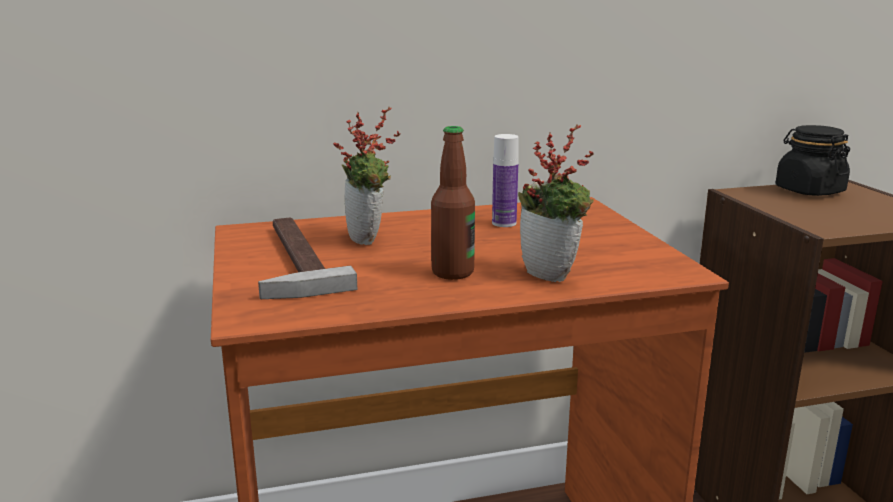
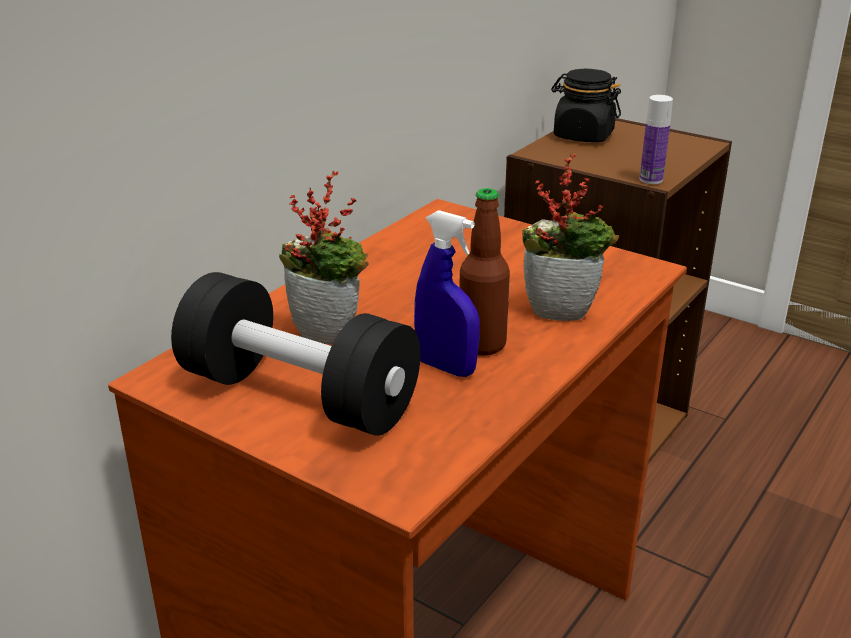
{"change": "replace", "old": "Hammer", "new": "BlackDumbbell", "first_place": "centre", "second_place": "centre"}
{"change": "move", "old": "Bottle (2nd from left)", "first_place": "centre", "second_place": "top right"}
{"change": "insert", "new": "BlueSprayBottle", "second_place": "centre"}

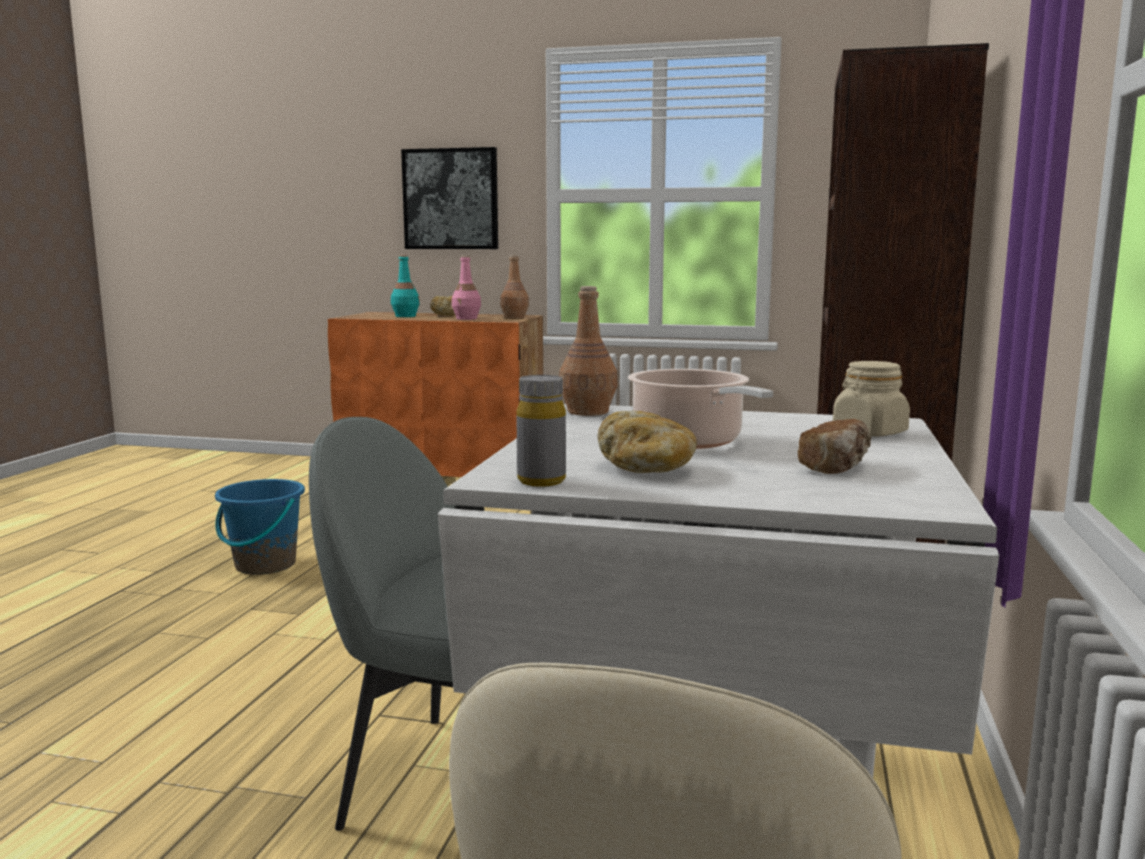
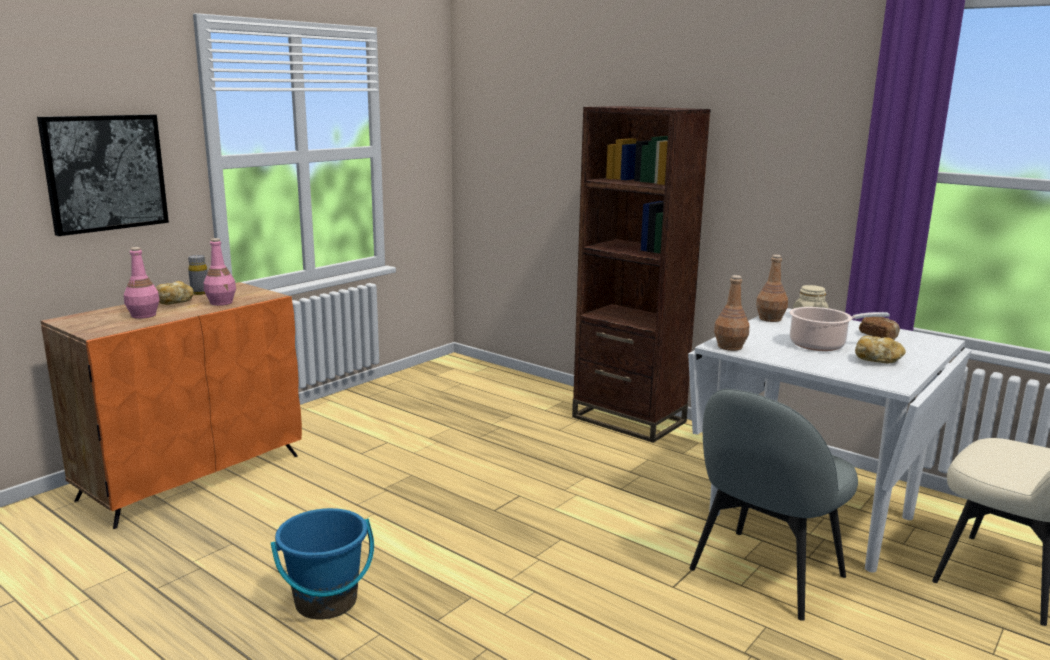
{"change": "recolor", "old": "TurquoiseBottle", "new": "PinkBottle (1st from left)", "first_place": "top centre", "second_place": "middle left"}
{"change": "move", "old": "BrownBottle (1st from left in the first image)", "new": "BrownBottle (2nd from left)", "first_place": "centre", "second_place": "middle right"}
{"change": "move", "old": "GreyBottle", "first_place": "centre", "second_place": "middle left"}

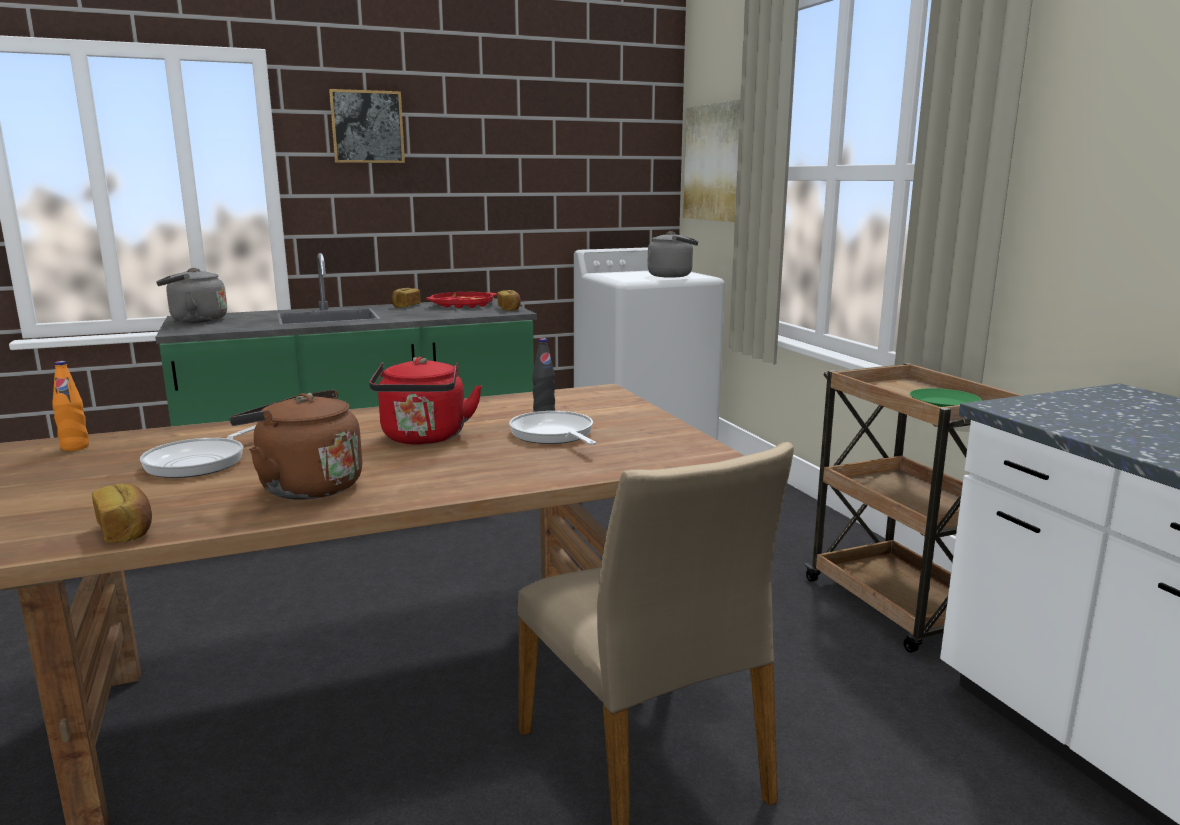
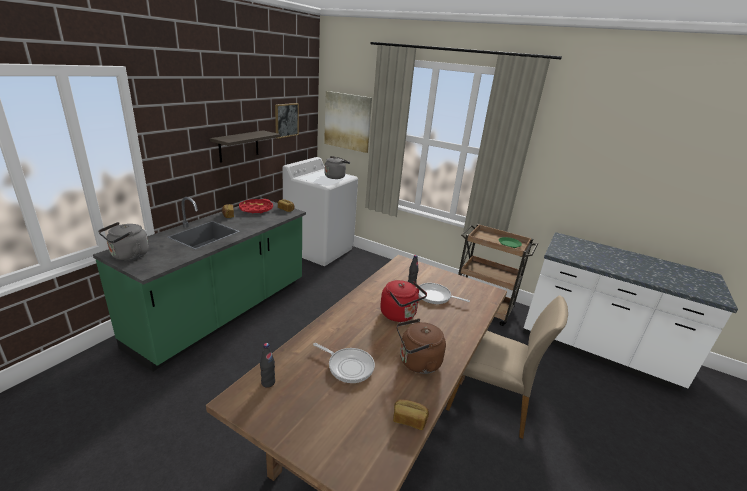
{"change": "recolor", "old": "OrangeBottle", "new": "BlackBottle (1st from left)", "first_place": "middle left", "second_place": "bottom centre"}
{"change": "rotate", "old": "FryingPan (1st from left)", "first_place": "middle left", "second_place": "bottom centre", "degrees": -45}
{"change": "move", "old": "Picture (1st from left)", "first_place": "top left", "second_place": "top centre"}
{"change": "insert", "new": "Shelf", "second_place": "top left"}

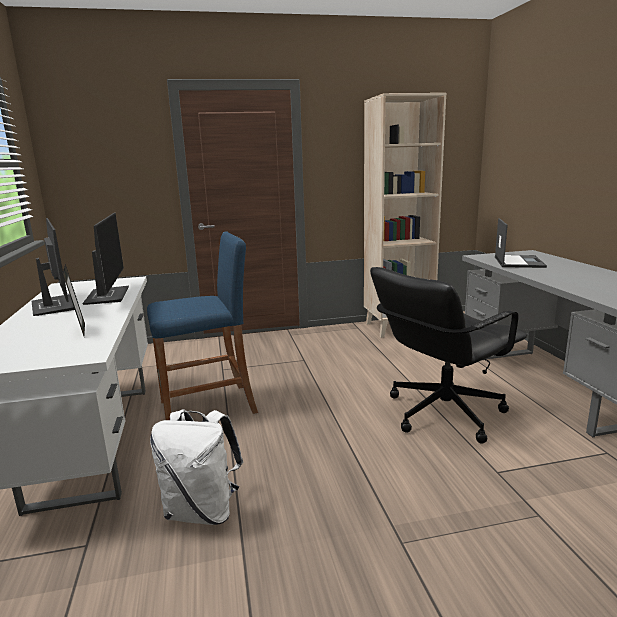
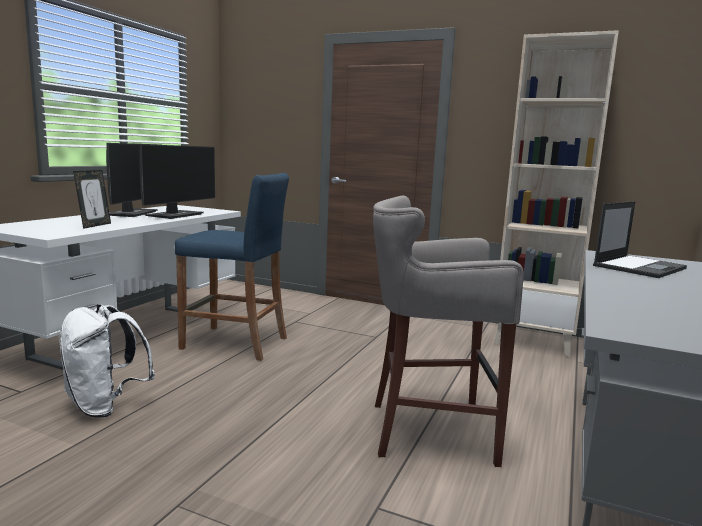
{"change": "replace", "old": "BlackOfficeChair", "new": "GreyStool", "first_place": "middle right", "second_place": "centre"}

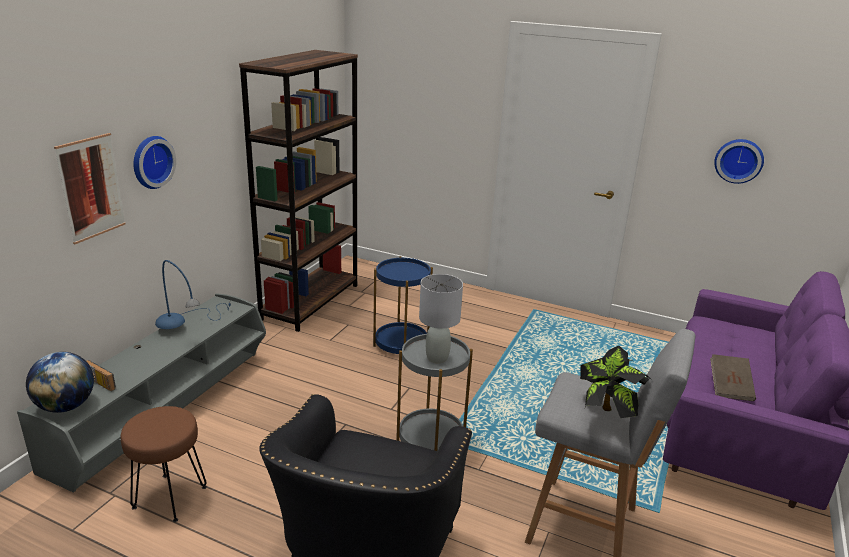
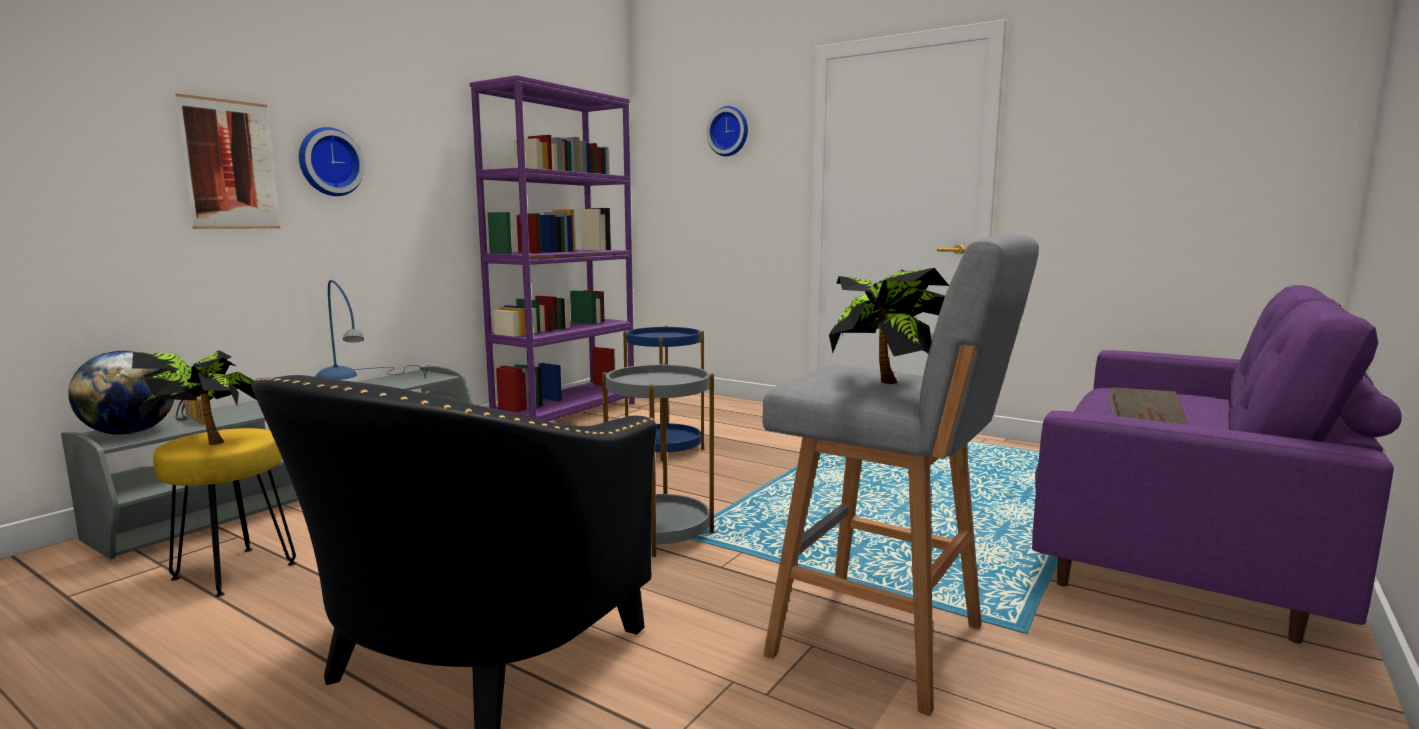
{"change": "recolor", "old": "BrownStool", "new": "YellowStool", "first_place": "bottom left", "second_place": "bottom left"}
{"change": "recolor", "old": "BrownBookcase", "new": "PurpleBookcase", "first_place": "centre", "second_place": "centre"}
{"change": "delete", "old": "GreyTableLamp", "first_place": "centre"}
{"change": "move", "old": "WallClock (2nd from left)", "first_place": "top right", "second_place": "top centre"}
{"change": "insert", "new": "PottedPlant (1st from left)", "second_place": "middle left"}

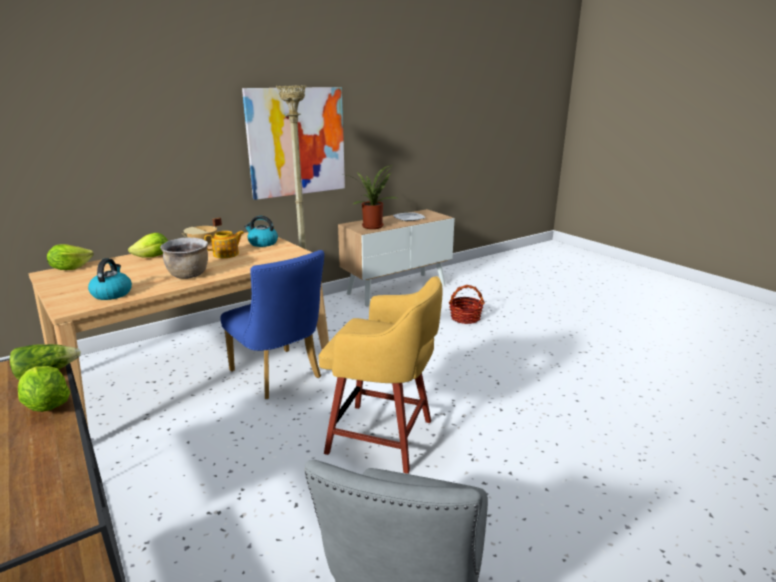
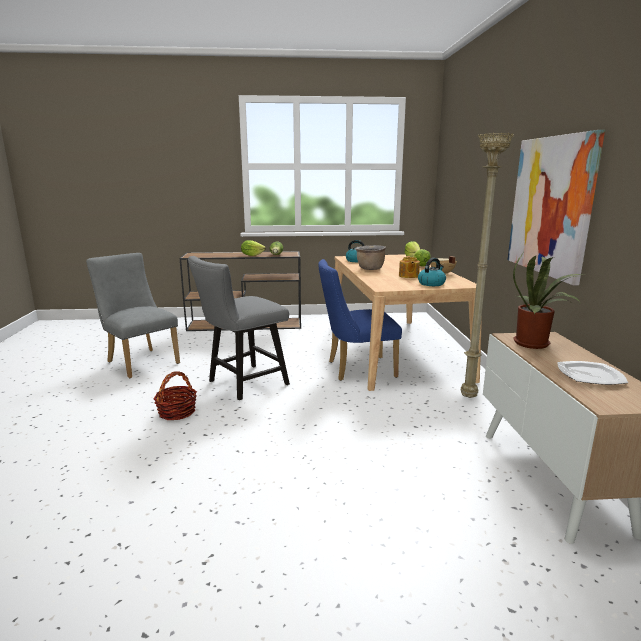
{"change": "replace", "old": "YellowStool", "new": "GreyChair (2nd from left)", "first_place": "centre", "second_place": "centre"}
{"change": "move", "old": "Basket", "first_place": "centre", "second_place": "middle left"}

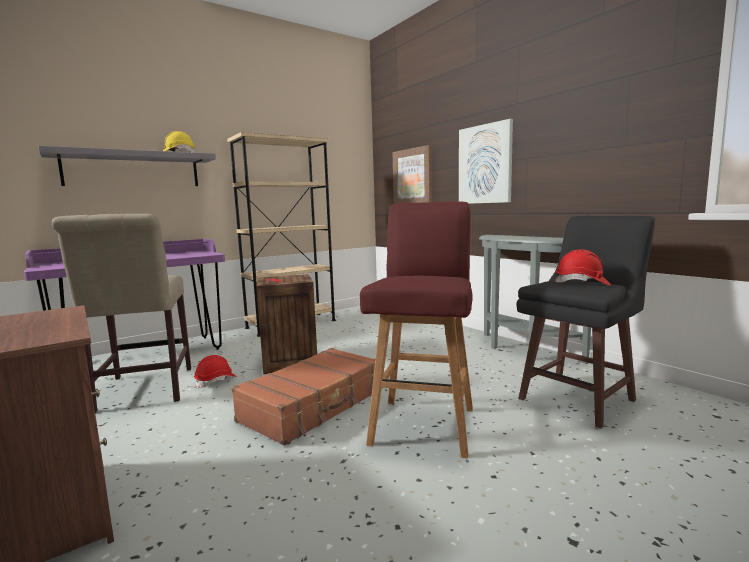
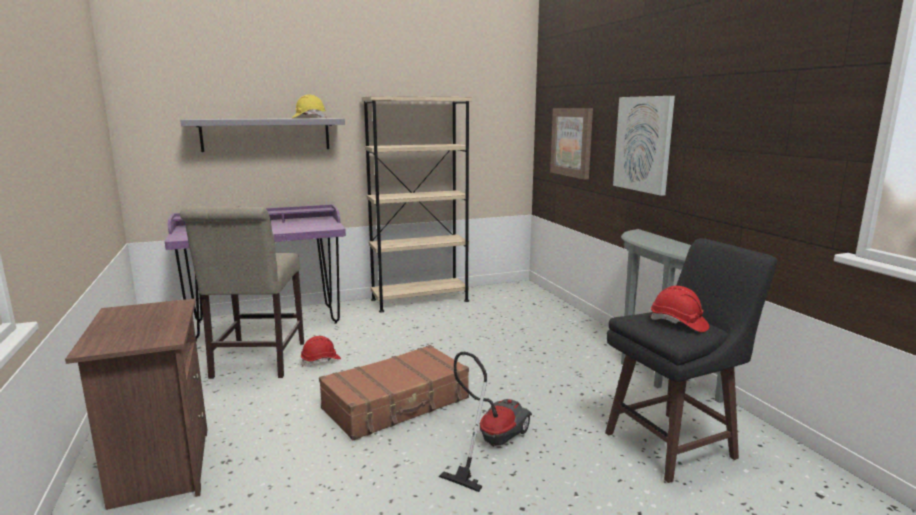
{"change": "delete", "old": "Crate", "first_place": "centre"}
{"change": "replace", "old": "RedStool", "new": "VacuumCleaner", "first_place": "centre", "second_place": "bottom centre"}

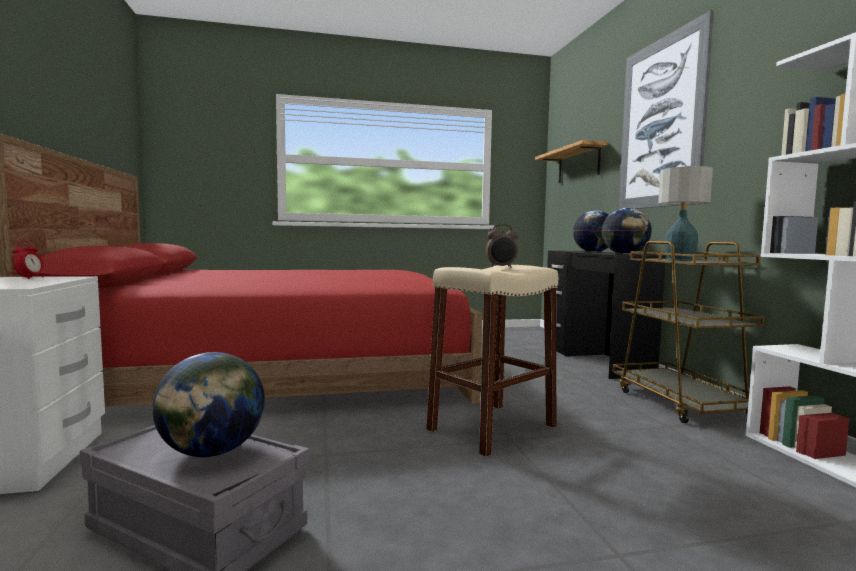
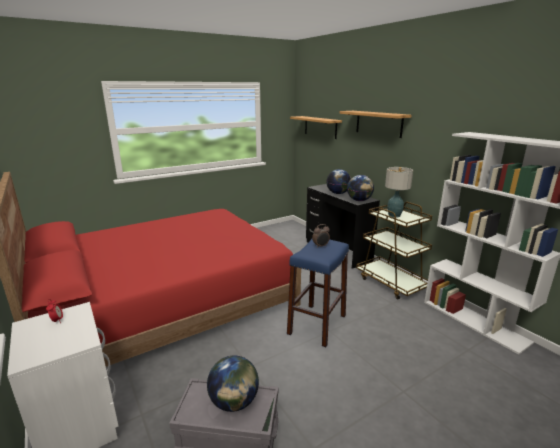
{"change": "recolor", "old": "BeigeStool", "new": "BlueStool", "first_place": "centre", "second_place": "centre"}
{"change": "replace", "old": "Picture", "new": "Shelf (2nd from left)", "first_place": "top right", "second_place": "top right"}

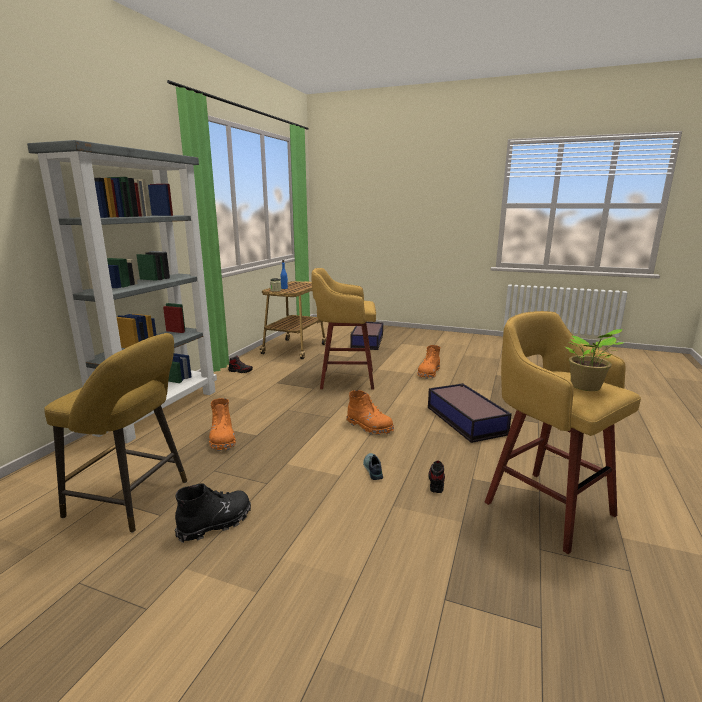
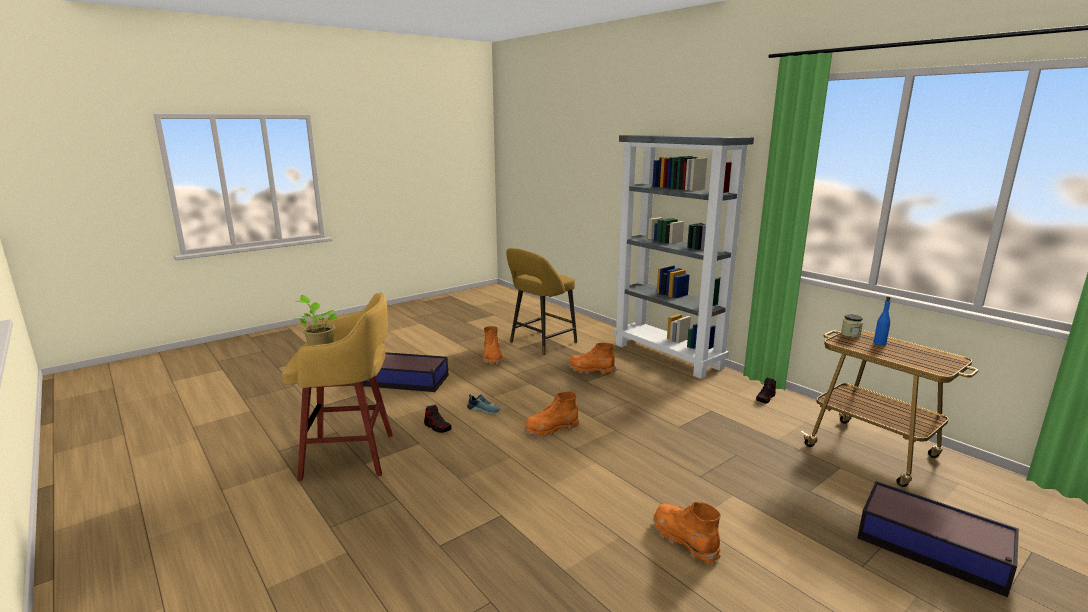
{"change": "recolor", "old": "BlackBoot", "new": "OrangeBoot (1st from left)", "first_place": "bottom left", "second_place": "centre"}
{"change": "delete", "old": "YellowStool (2nd from left)", "first_place": "centre"}
{"change": "move", "old": "StorageBox (2nd from left in the first image)", "new": "StorageBox (1st from left)", "first_place": "middle right", "second_place": "centre"}

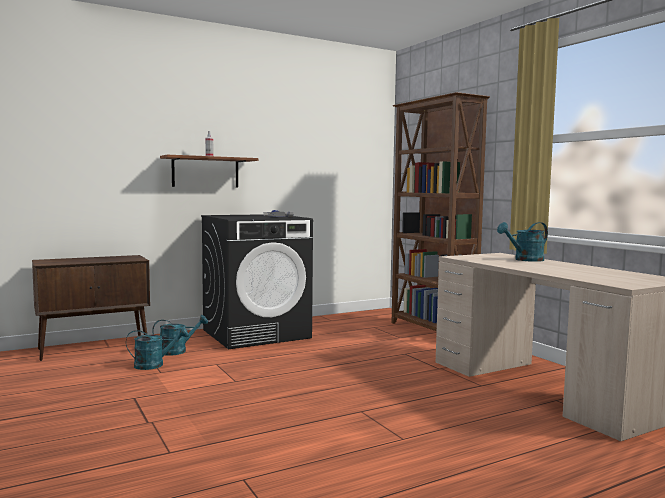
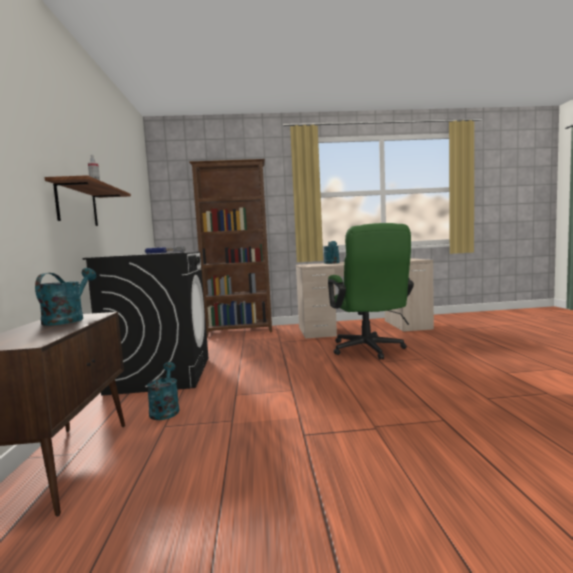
{"change": "move", "old": "TurquoiseWateringCan (1st from left)", "first_place": "bottom left", "second_place": "middle left"}
{"change": "insert", "new": "GreenOfficeChair", "second_place": "centre"}

